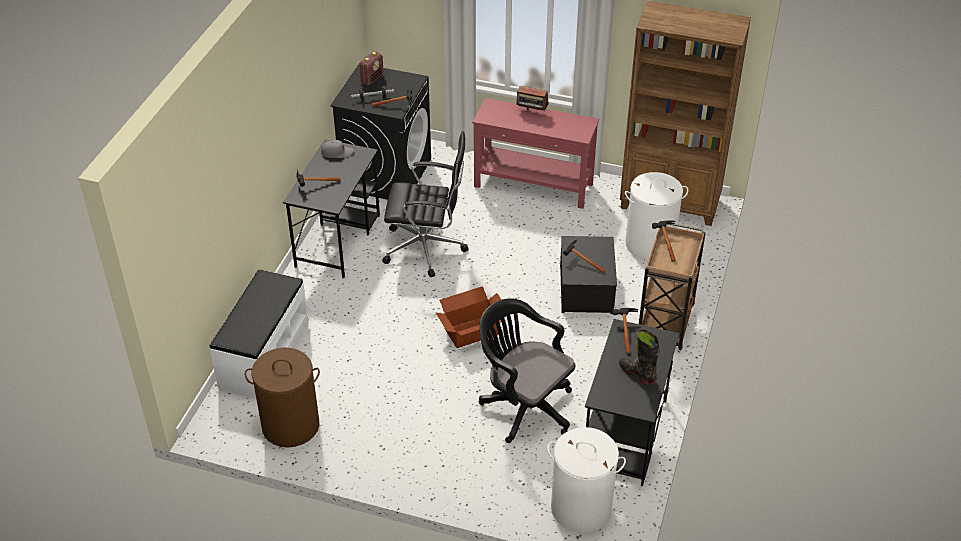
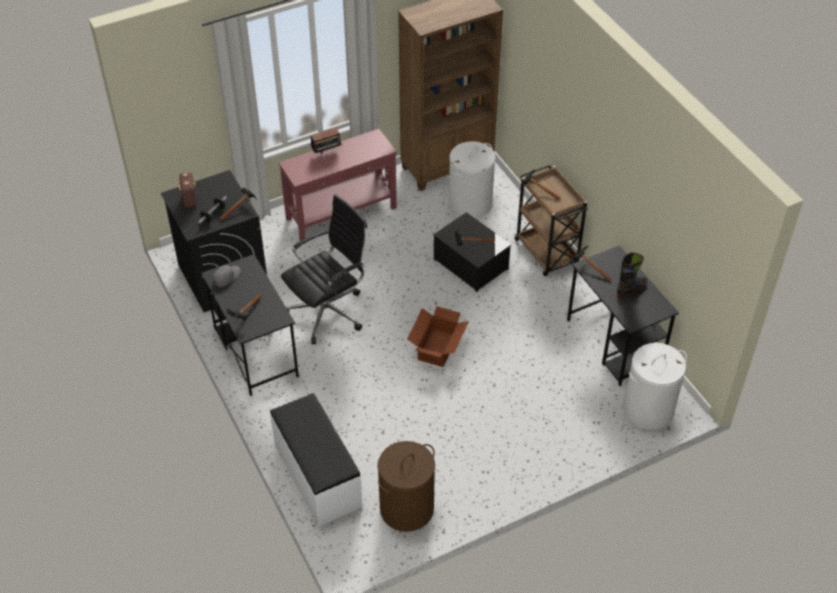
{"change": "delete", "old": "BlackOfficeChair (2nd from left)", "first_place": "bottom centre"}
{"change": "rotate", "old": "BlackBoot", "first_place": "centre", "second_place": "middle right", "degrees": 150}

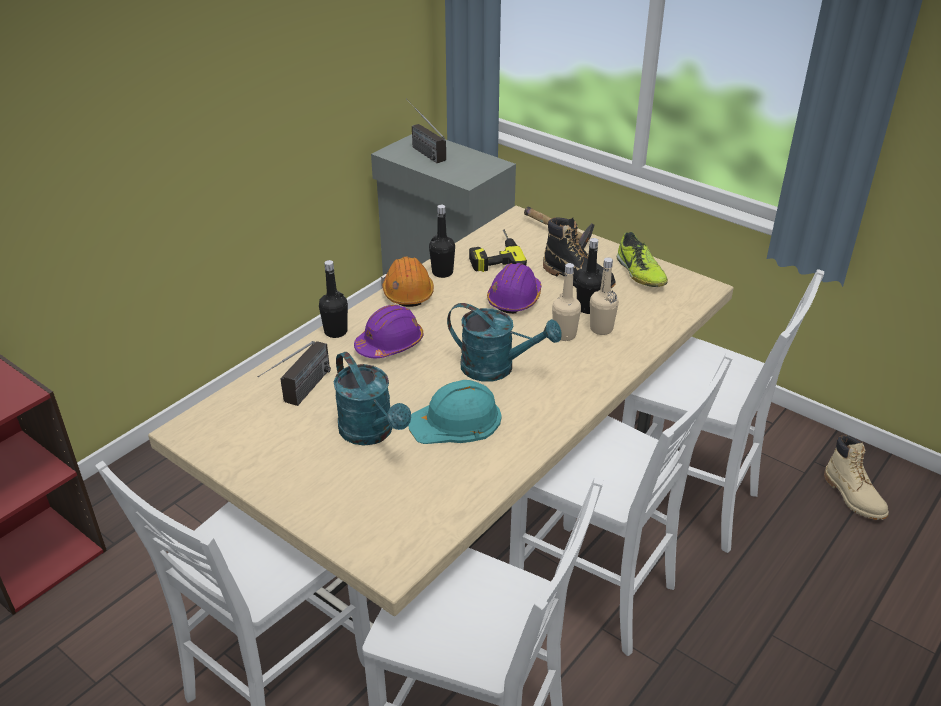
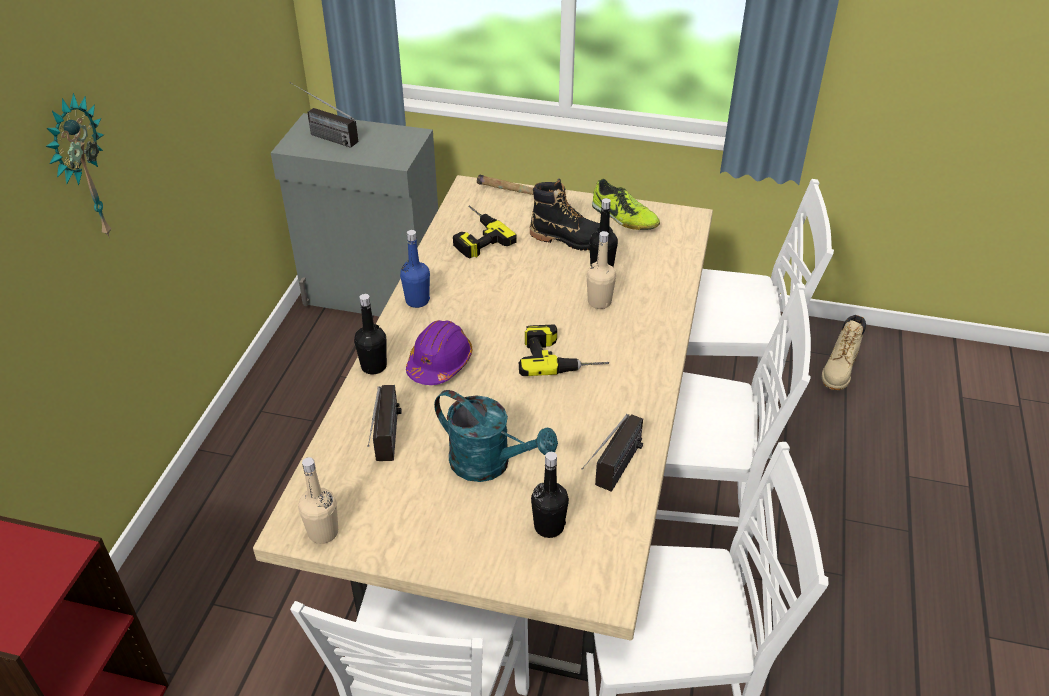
{"change": "replace", "old": "OrangeHardHat", "new": "BlueBottle", "first_place": "centre", "second_place": "centre"}
{"change": "delete", "old": "TurquoiseHardHat", "first_place": "centre"}
{"change": "move", "old": "BlackBottle (2nd from left)", "first_place": "centre", "second_place": "bottom centre"}
{"change": "replace", "old": "TurquoiseWateringCan (2nd from left)", "new": "PowerDrill (2nd from left)", "first_place": "centre", "second_place": "centre"}
{"change": "delete", "old": "PurpleHardHat (2nd from left)", "first_place": "centre"}
{"change": "move", "old": "BeigeBottle (2nd from left in the first image)", "new": "BeigeBottle (1st from left)", "first_place": "centre", "second_place": "bottom left"}
{"change": "rotate", "old": "BeigeBoot", "first_place": "bottom right", "second_place": "middle right", "degrees": 75}
{"change": "insert", "new": "WallClock", "second_place": "top left"}
{"change": "insert", "new": "Radio (3rd from left)", "second_place": "centre"}

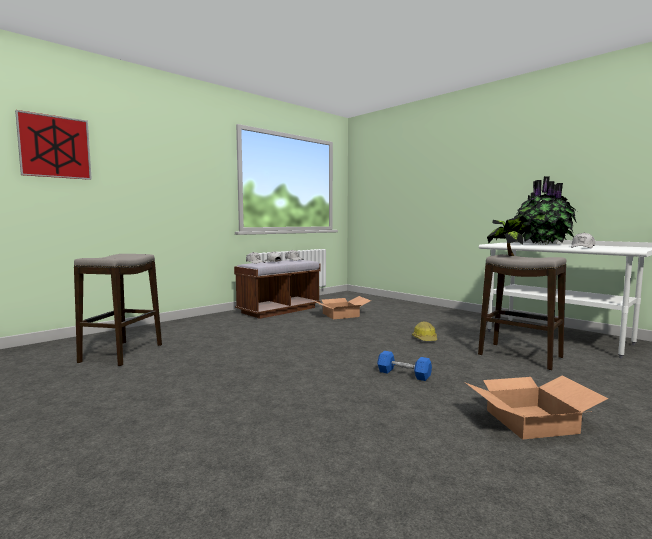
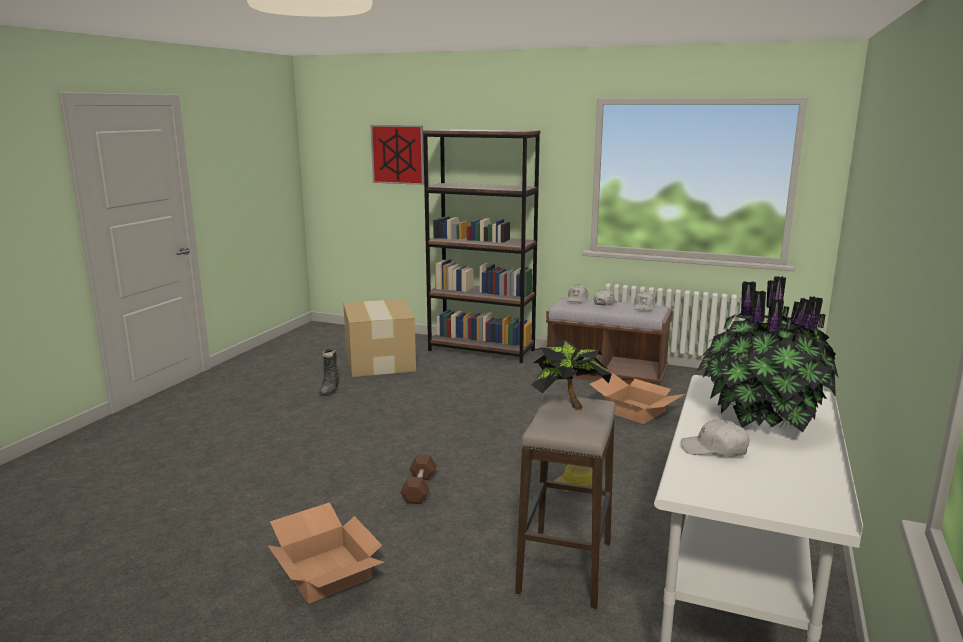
{"change": "replace", "old": "Stool (1st from left)", "new": "CardboardBox (2nd from left)", "first_place": "middle left", "second_place": "centre"}
{"change": "recolor", "old": "BlueDumbbell", "new": "BrownDumbbell", "first_place": "bottom centre", "second_place": "bottom centre"}
{"change": "insert", "new": "BlackBoot", "second_place": "centre"}
{"change": "insert", "new": "BrownBookcase", "second_place": "centre"}

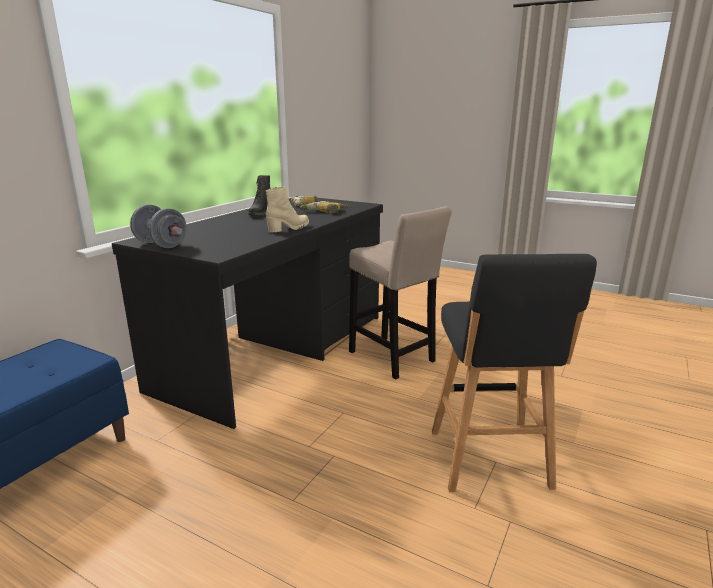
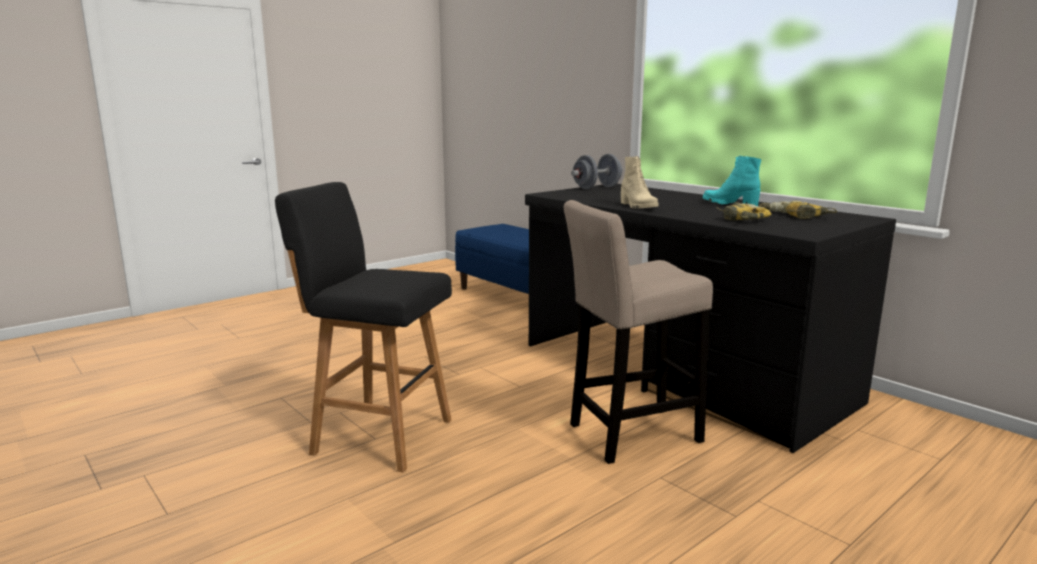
{"change": "recolor", "old": "BlackBoot", "new": "TurquoiseBoot", "first_place": "top centre", "second_place": "top right"}

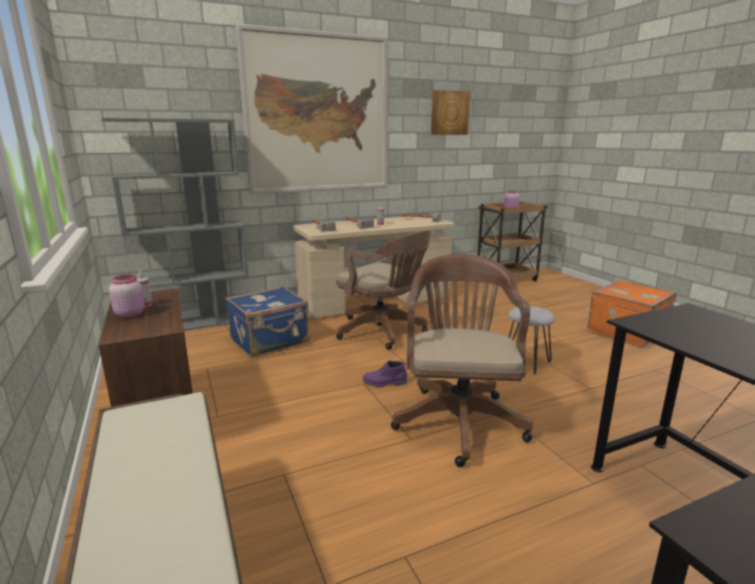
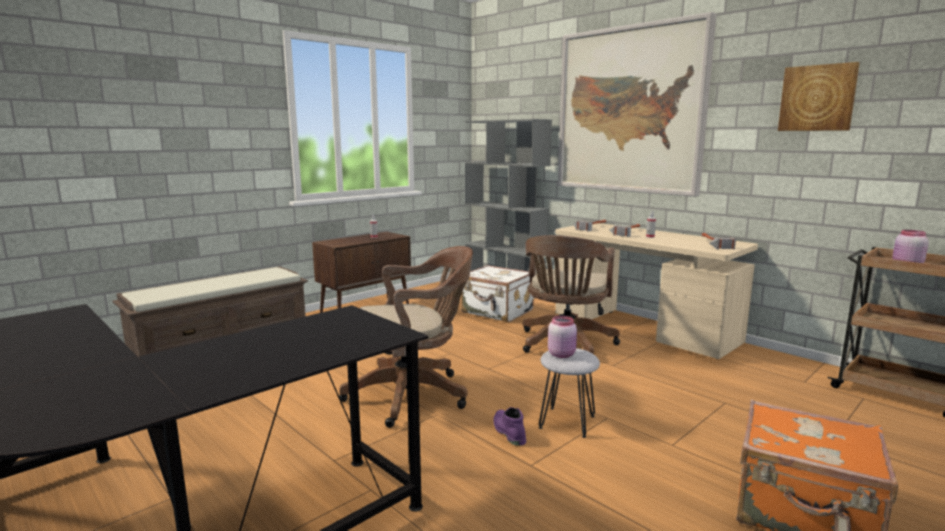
{"change": "move", "old": "PinkJar (1st from left)", "first_place": "middle left", "second_place": "centre"}
{"change": "recolor", "old": "BlueSuitcase", "new": "WhiteSuitcase", "first_place": "centre", "second_place": "centre"}
{"change": "move", "old": "PurpleBoot", "first_place": "centre", "second_place": "bottom centre"}

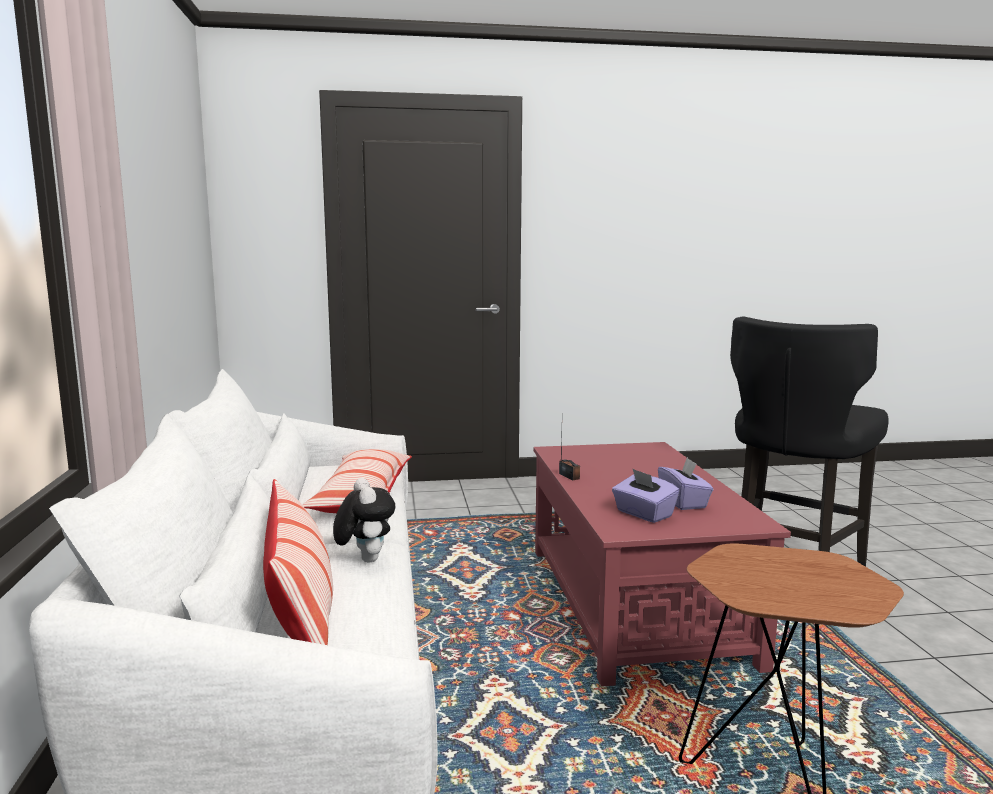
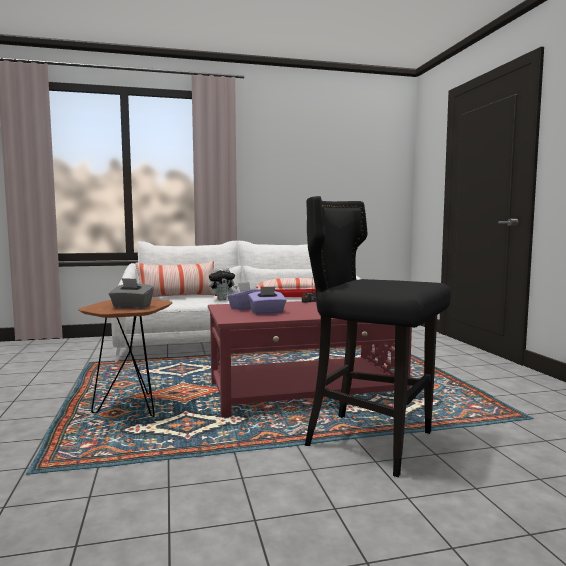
{"change": "insert", "new": "GreyTissueBox", "second_place": "middle left"}

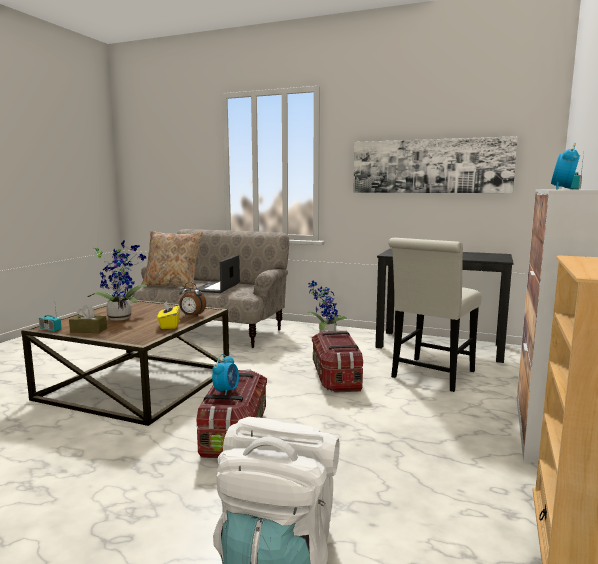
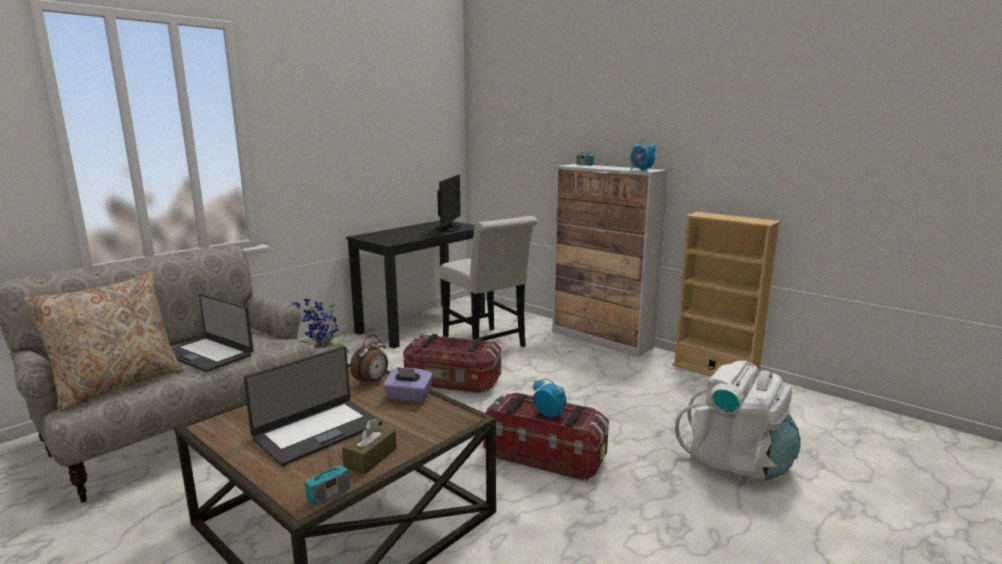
{"change": "replace", "old": "PottedPlant (1st from left)", "new": "Laptop (2nd from left)", "first_place": "middle left", "second_place": "bottom left"}
{"change": "recolor", "old": "YellowTissueBox", "new": "PurpleTissueBox", "first_place": "middle left", "second_place": "bottom centre"}
{"change": "delete", "old": "Picture", "first_place": "top right"}
{"change": "insert", "new": "Monitor", "second_place": "centre"}

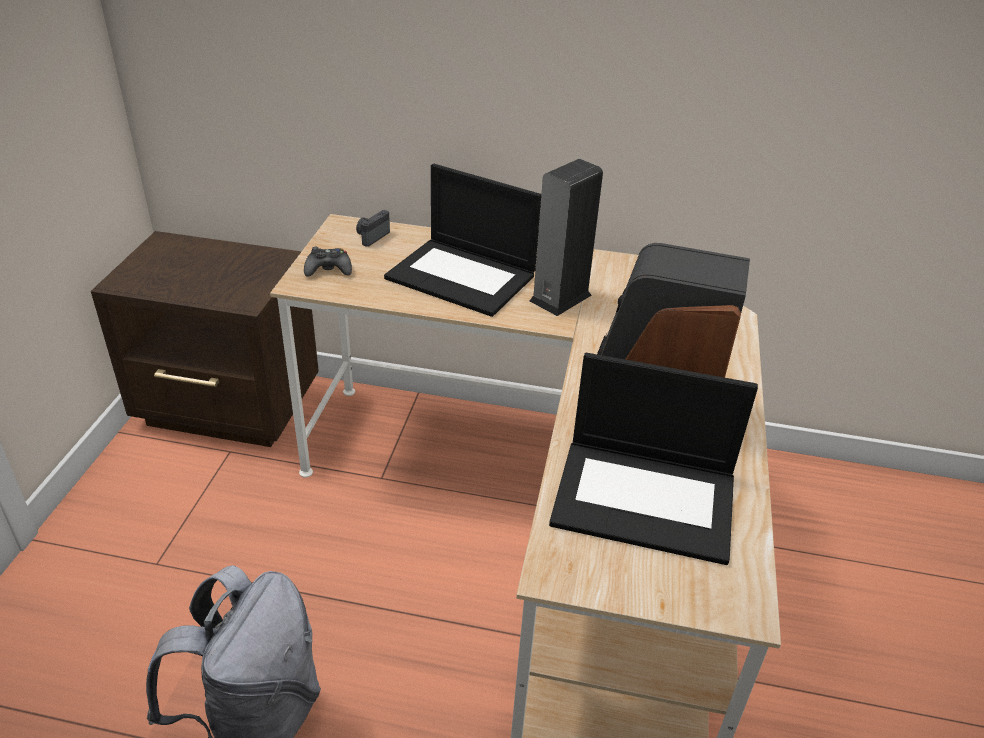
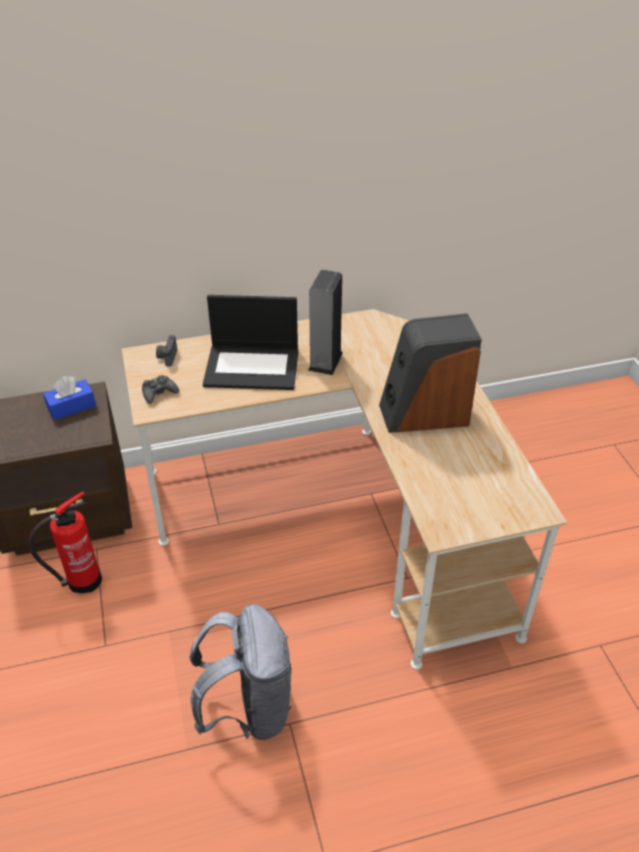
{"change": "delete", "old": "Laptop (2nd from left)", "first_place": "centre"}
{"change": "insert", "new": "FireExtinguisher", "second_place": "middle left"}
{"change": "insert", "new": "BlueTissueBox", "second_place": "middle left"}

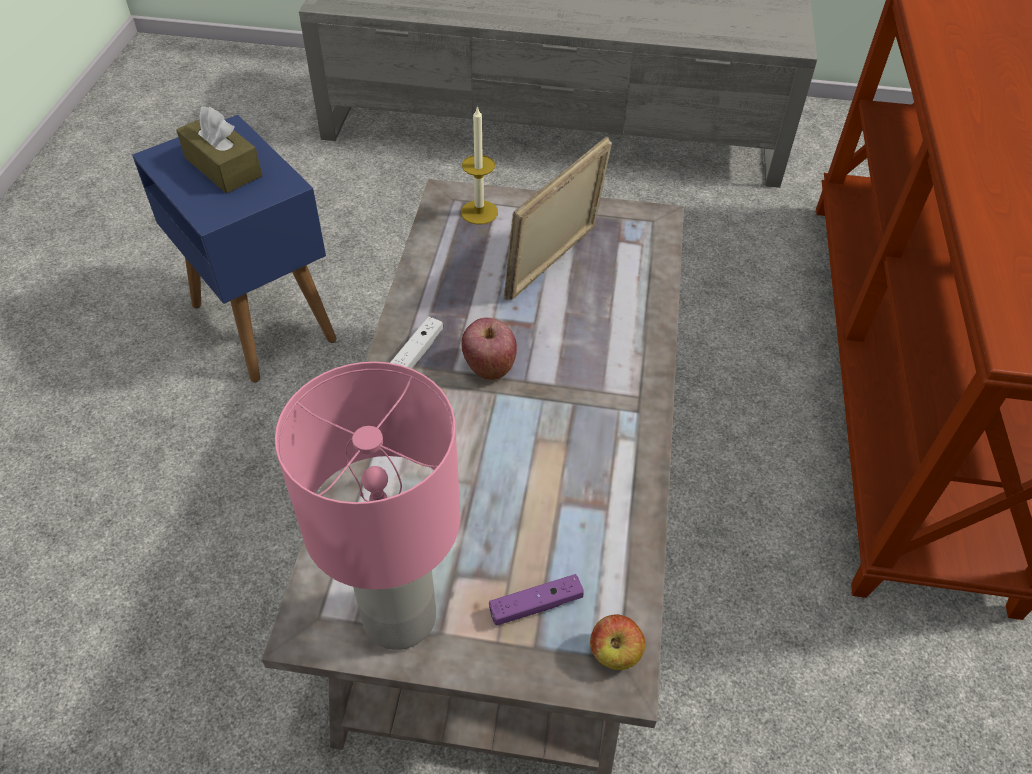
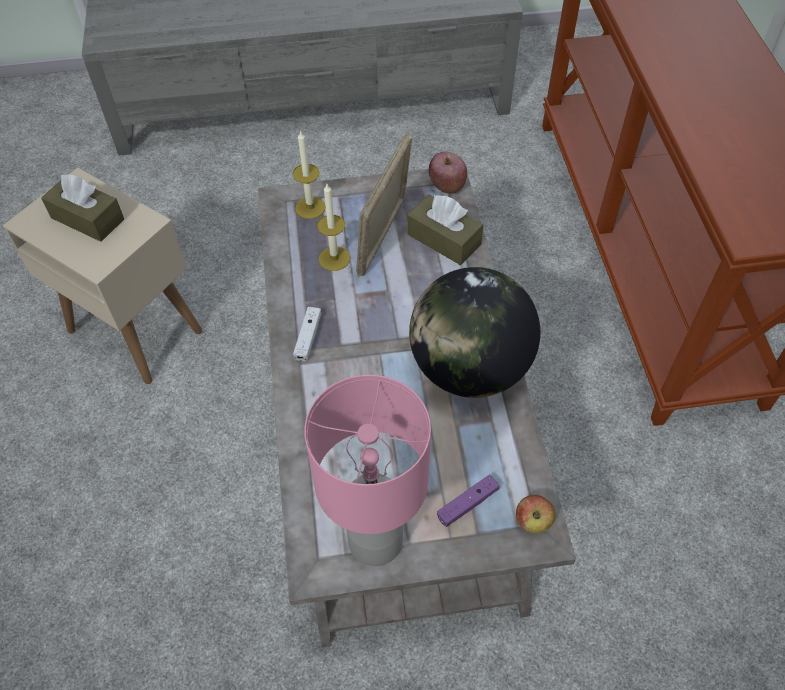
{"change": "recolor", "old": "BlueSideTable", "new": "BeigeSideTable", "first_place": "top left", "second_place": "middle left"}
{"change": "move", "old": "Apple (1st from left)", "first_place": "centre", "second_place": "top centre"}
{"change": "insert", "new": "Candle (2nd from left)", "second_place": "top centre"}
{"change": "insert", "new": "BrownTissueBox (2nd from left)", "second_place": "centre"}
{"change": "insert", "new": "Globe", "second_place": "centre"}

